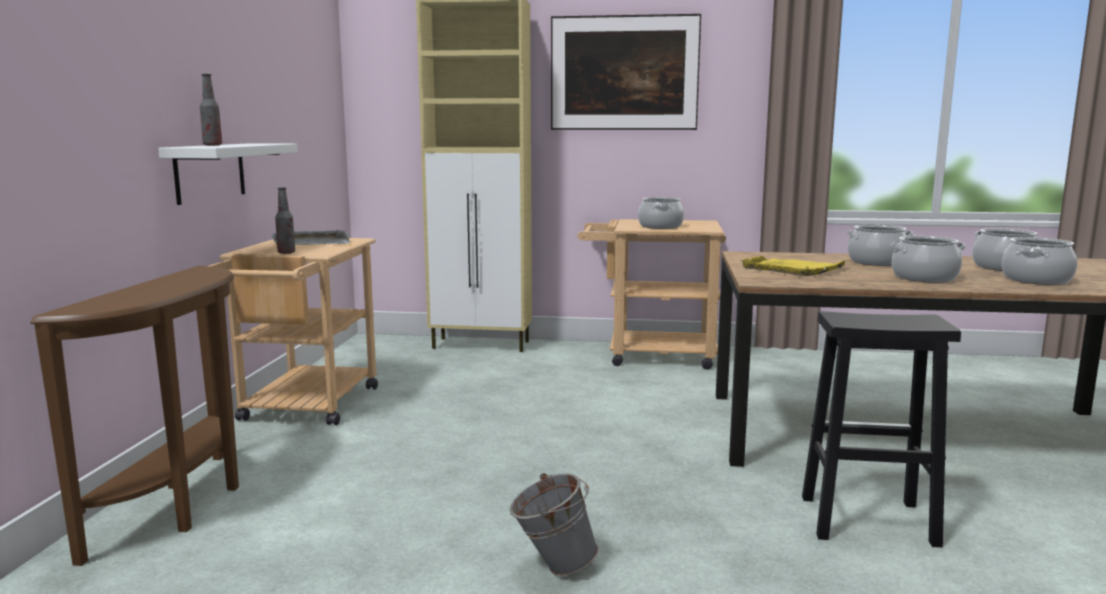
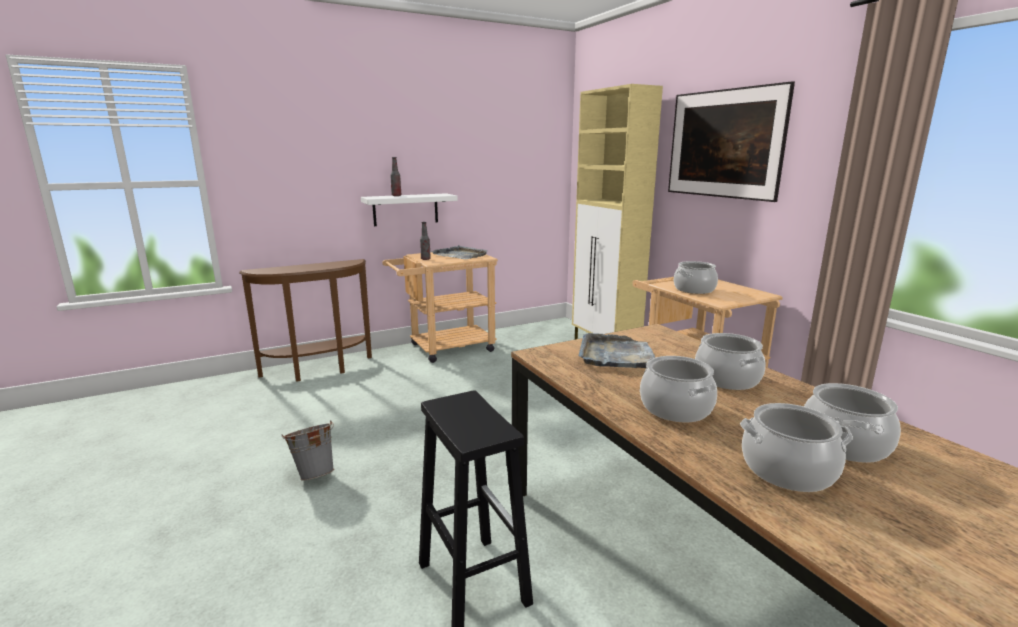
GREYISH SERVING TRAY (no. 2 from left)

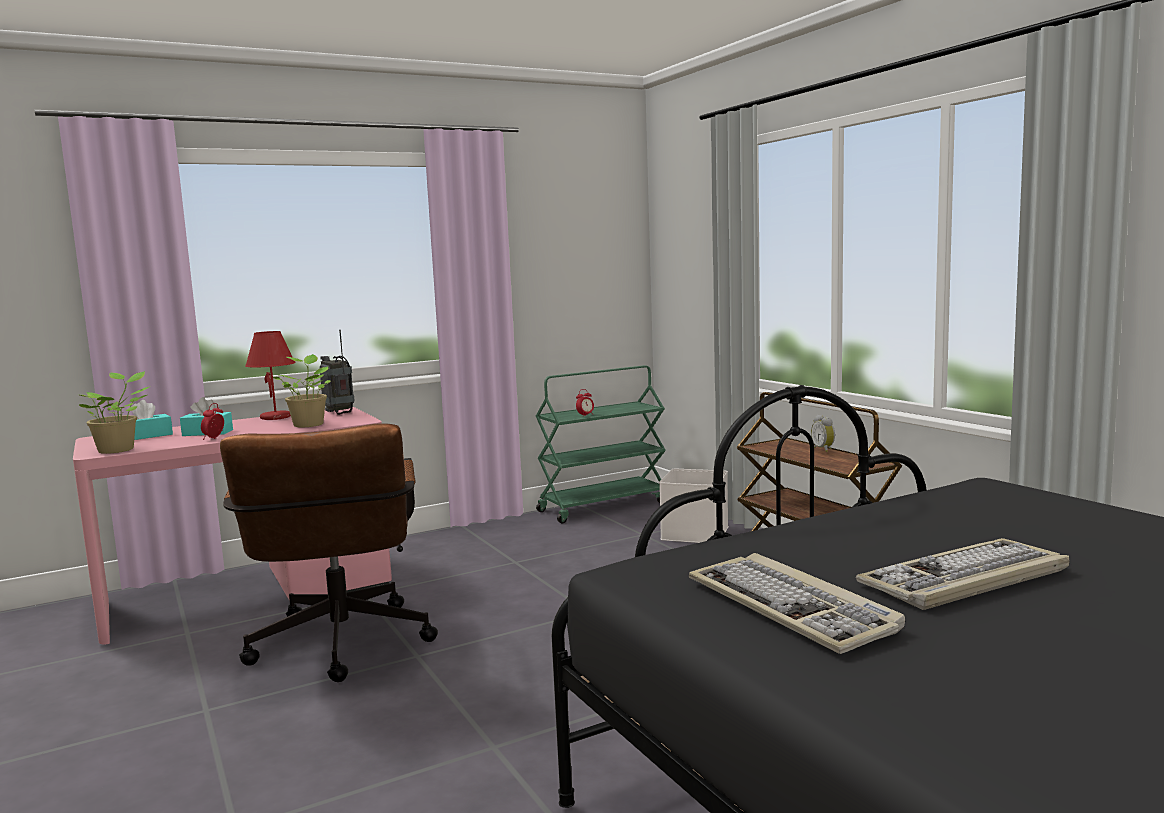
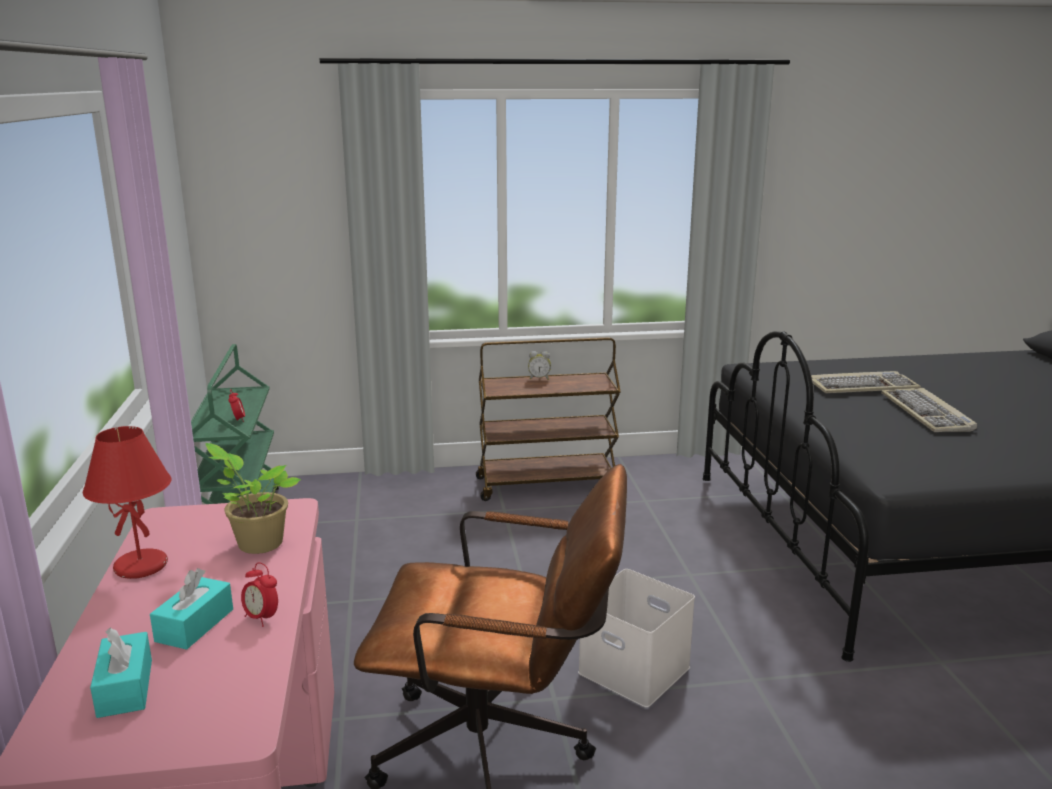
RADIO RECEIVER
HOUSEPLANT (no. 1 from left in the first image)
WHITE STORAGE BOX
COMPUTER KEYBOARD (no. 1 from left)

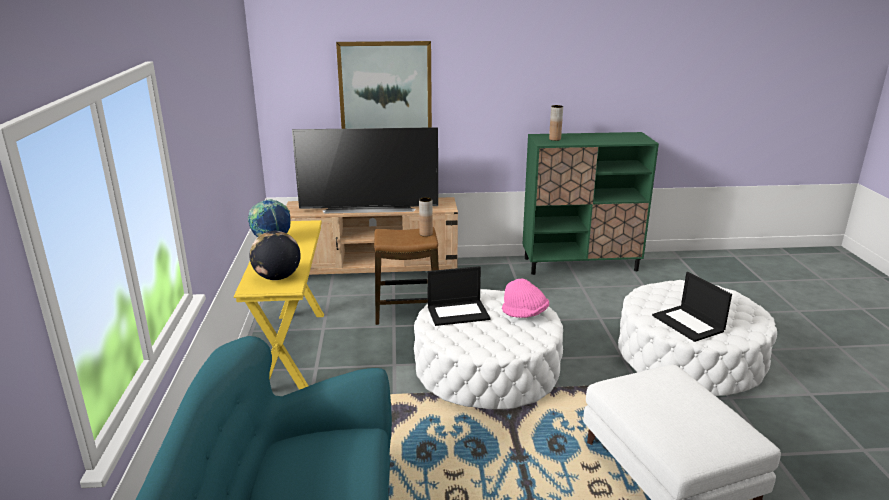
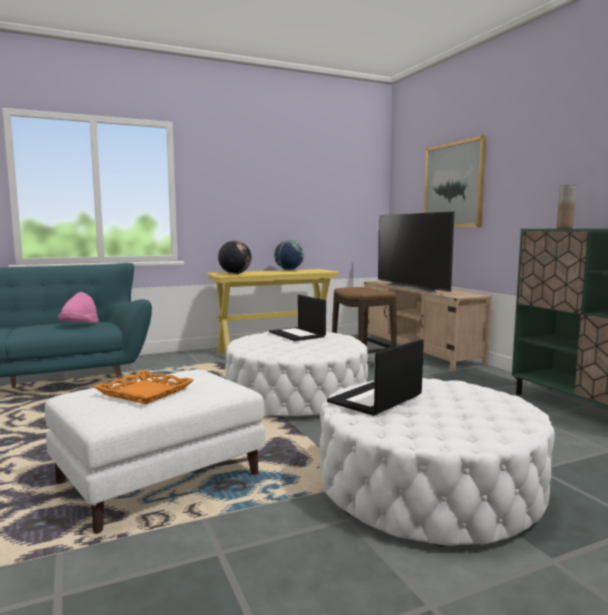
BROWN-COLOURED VASE (no. 1 from left in the first image)
PINKISH HAT
ORANGE SERVING TRAY

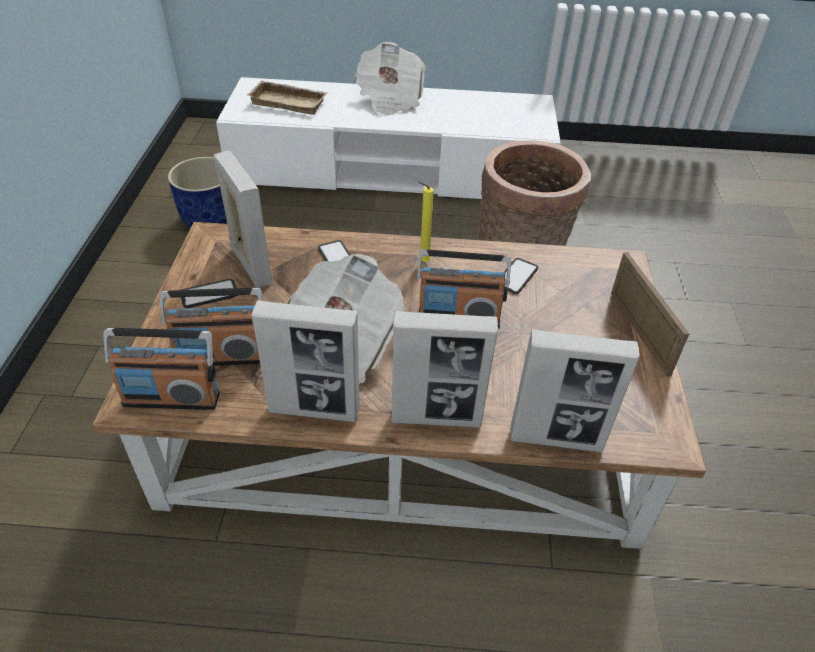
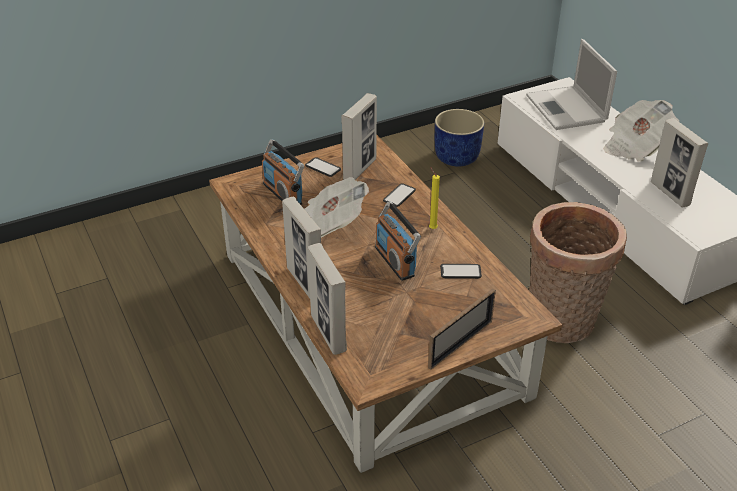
NOTEBOOK COMPUTER
STANDING FRAME (no. 5 from left)
RADIO RECEIVER (no. 1 from left in the first image)

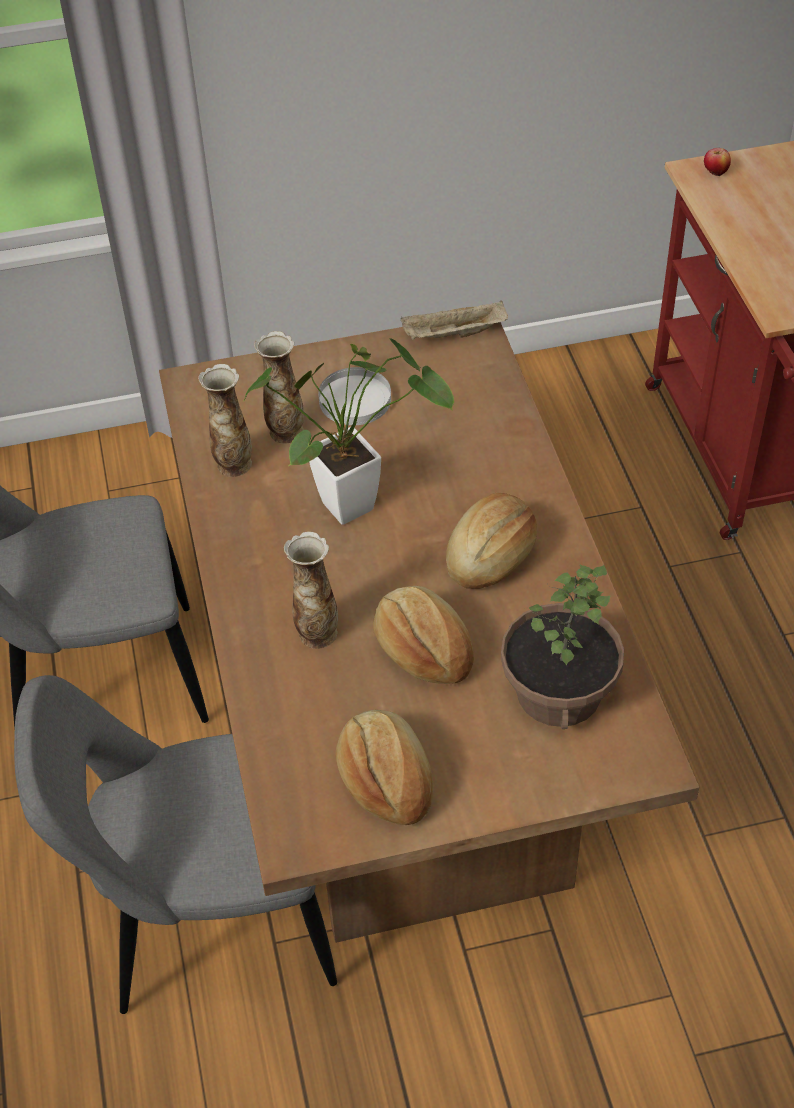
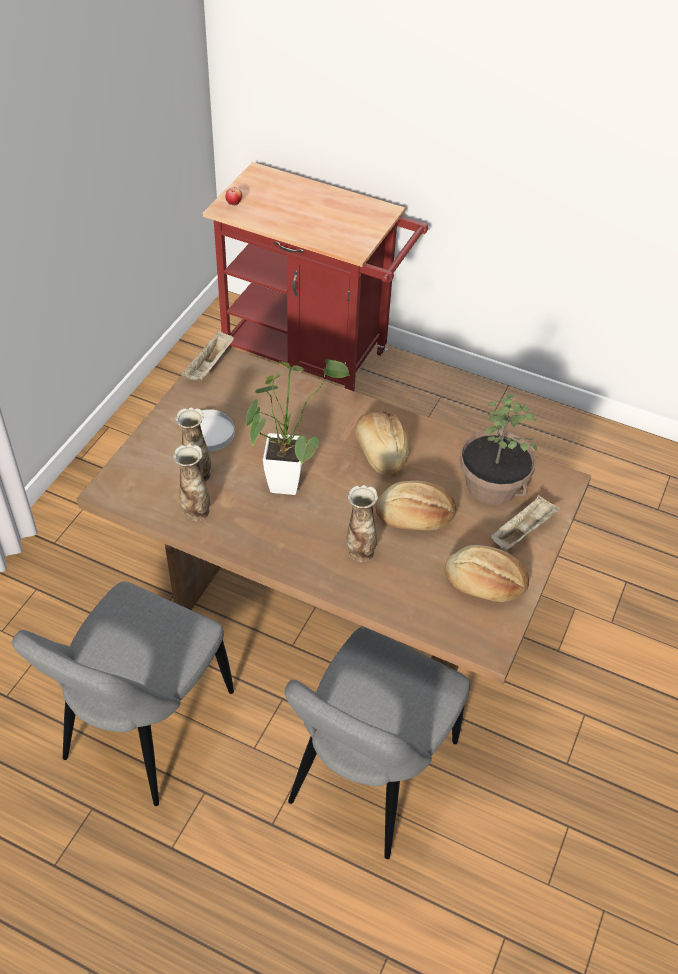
BEIGE-COLOURED SERVING TRAY (no. 2 from left)

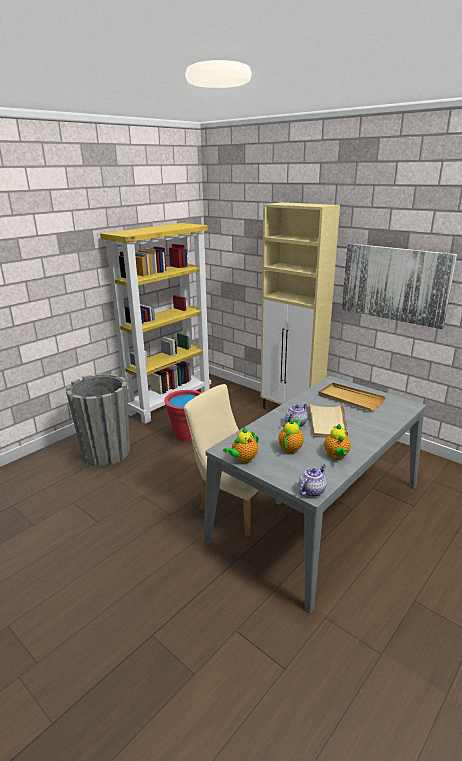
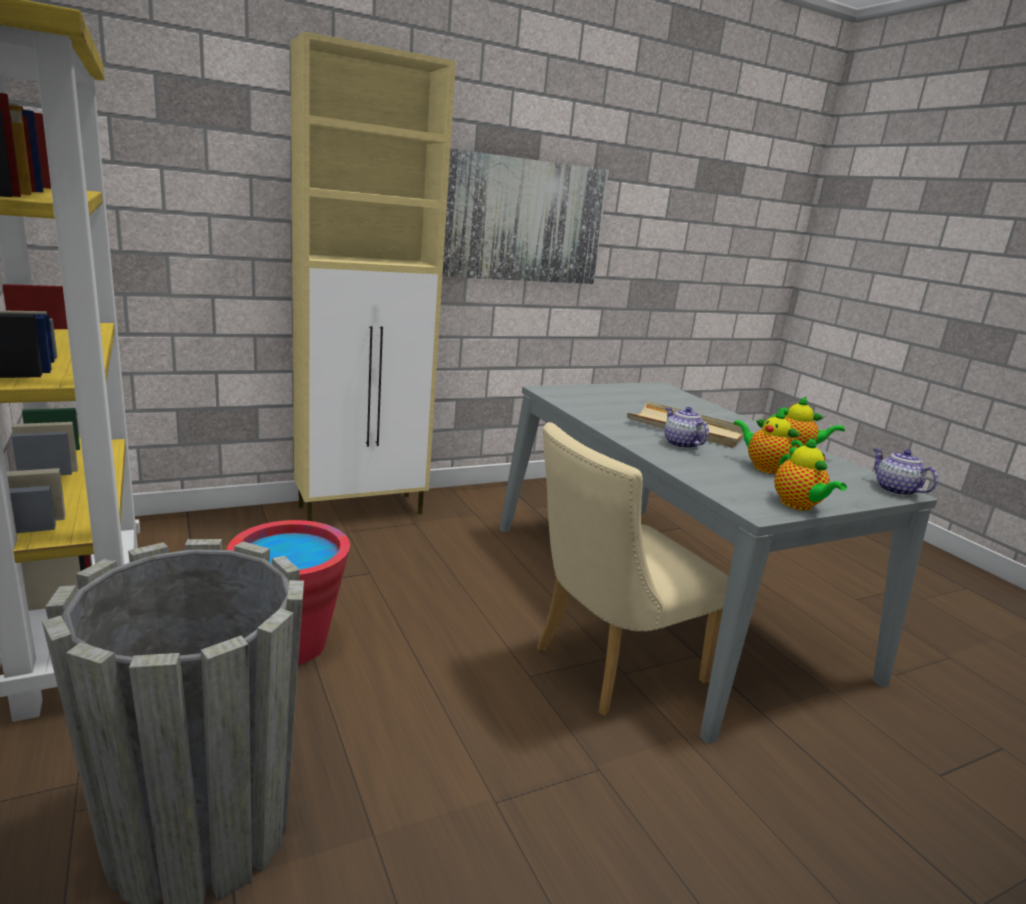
BEIGE-COLOURED SERVING TRAY (no. 2 from left in the first image)

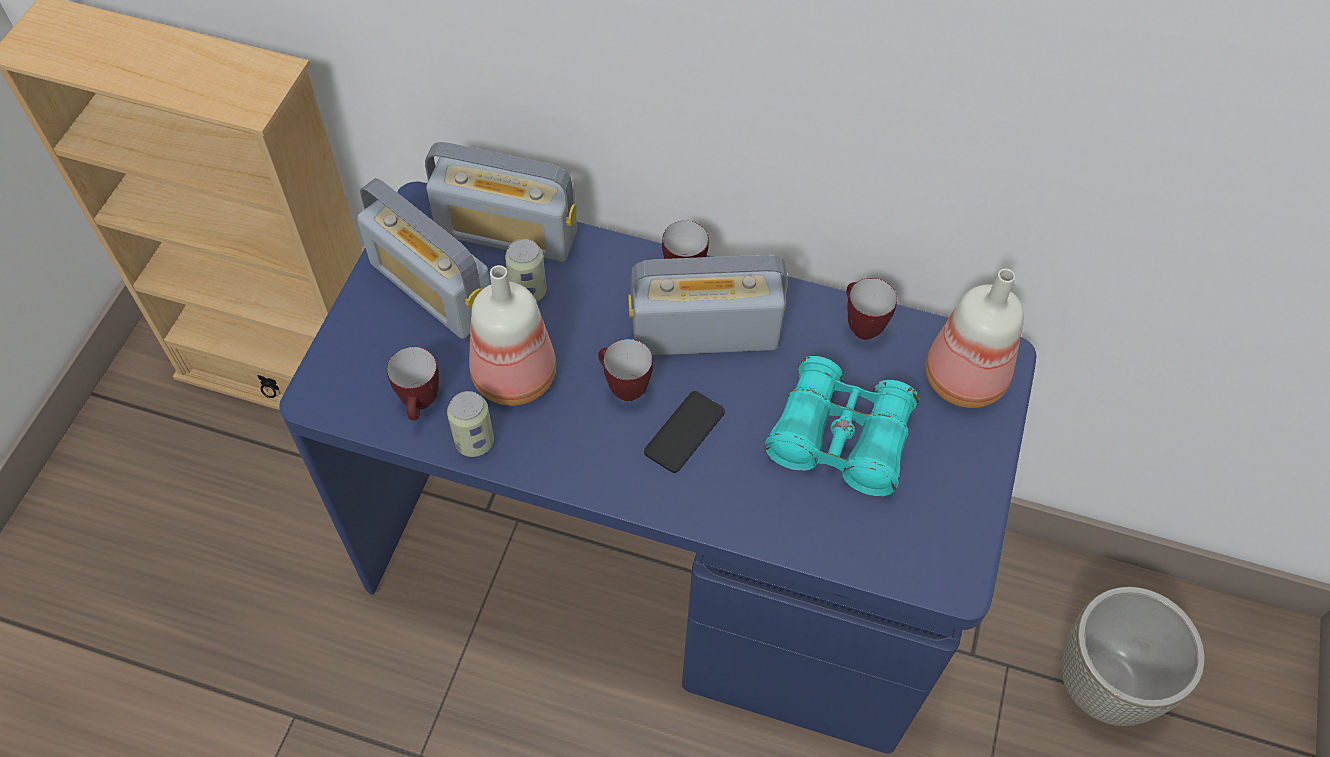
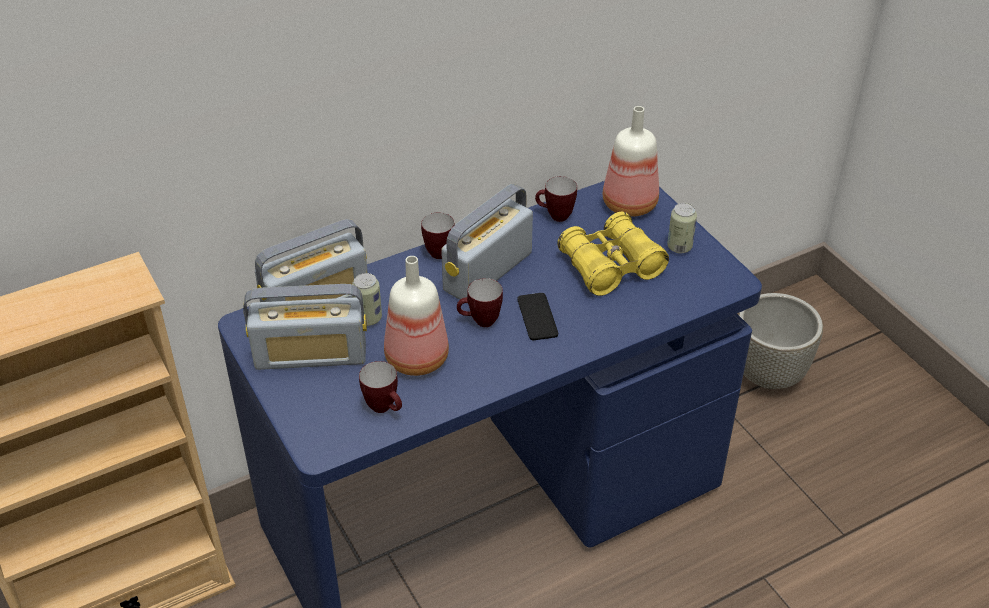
YELLOW BINOCULARS
METAL CAN (no. 2 from left)

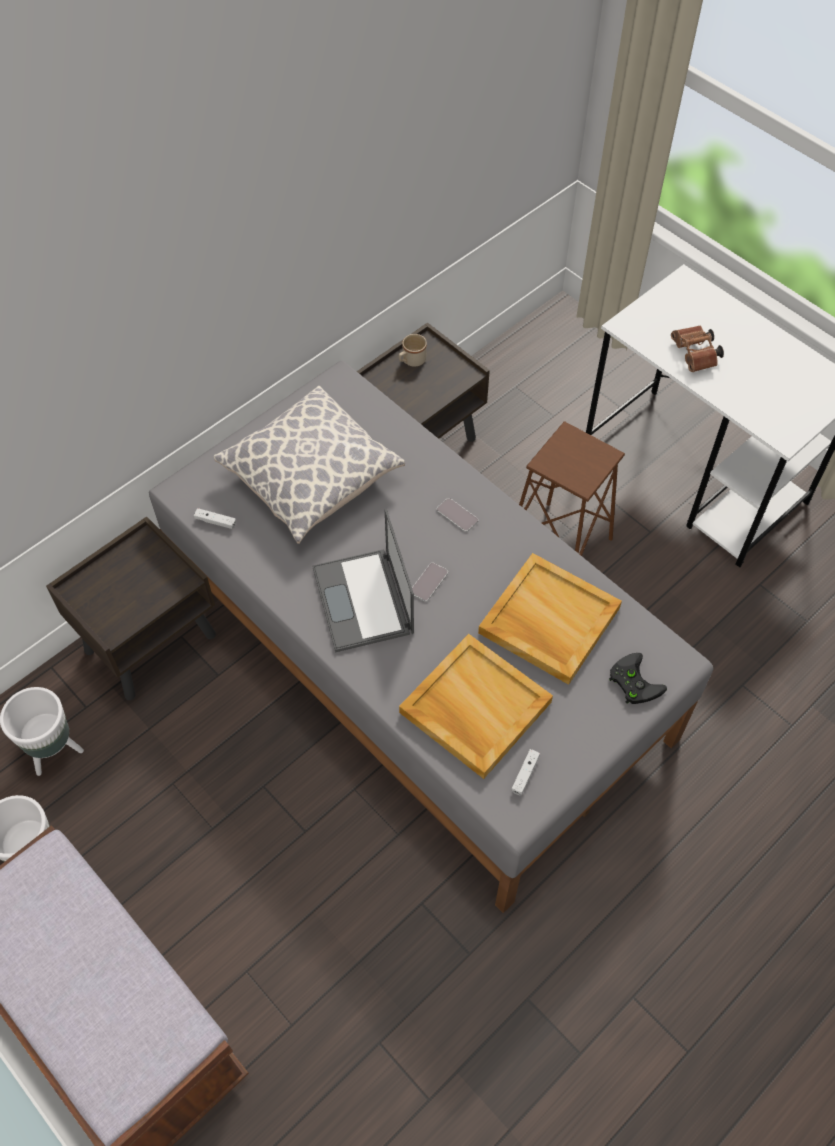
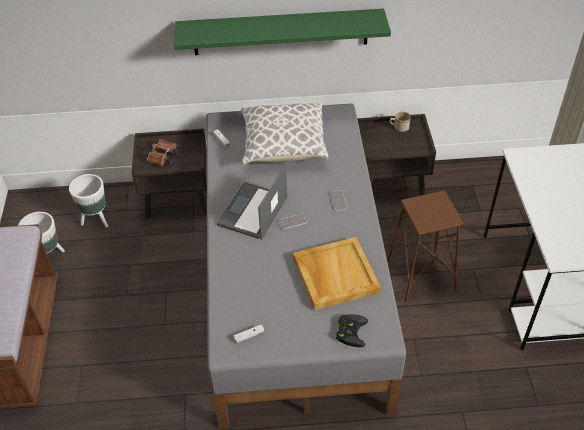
BROWN-COLOURED BINOCULARS
BEIGE-COLOURED SERVING TRAY (no. 1 from left in the first image)
GREENISH WALL SHELF

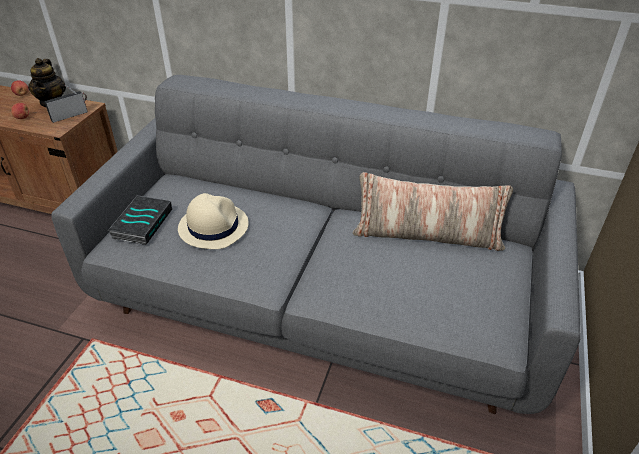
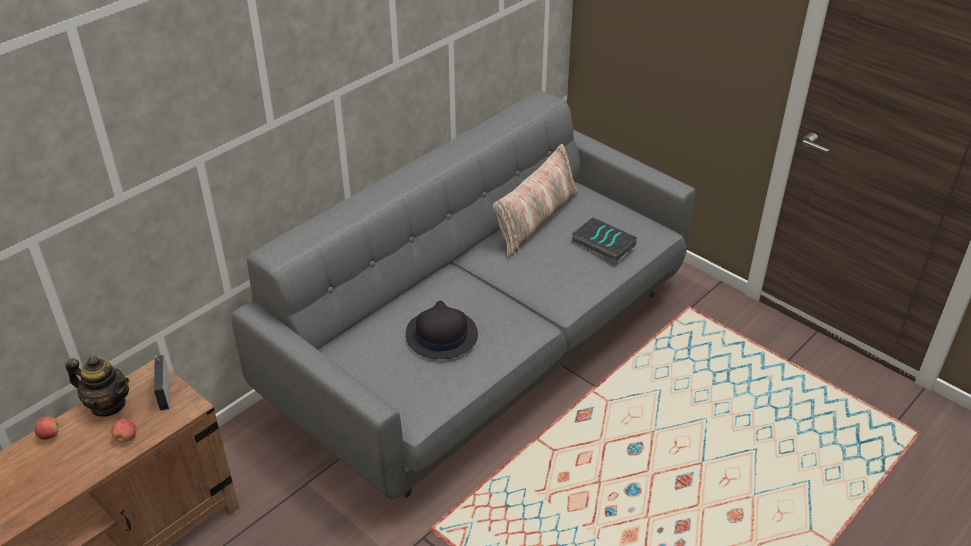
BLACK HAT
VOLUME

